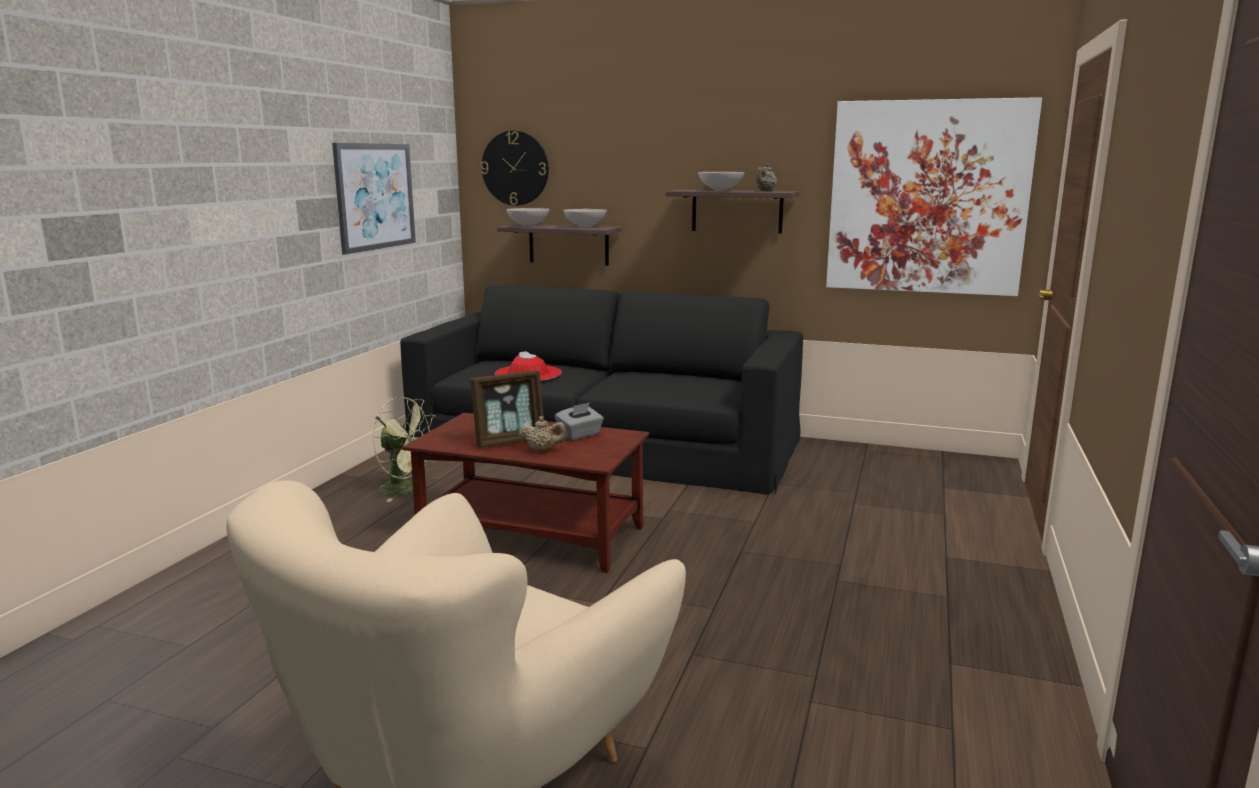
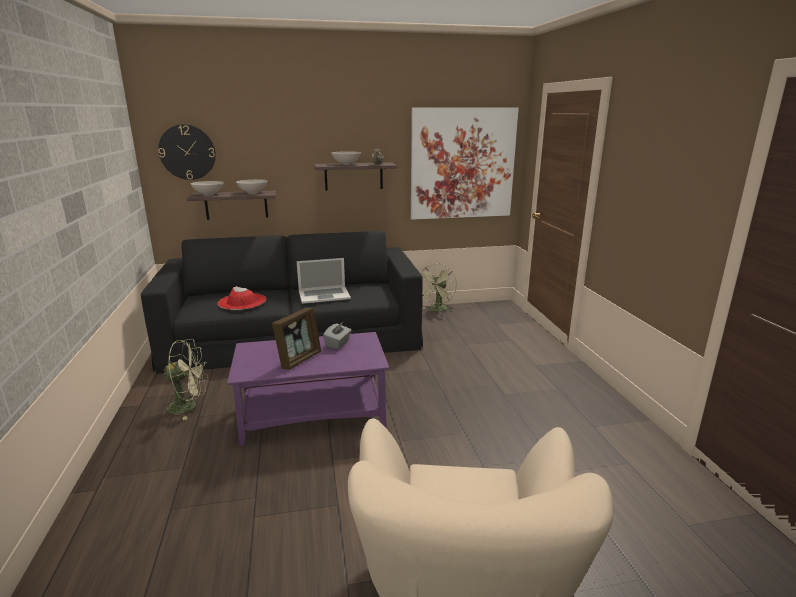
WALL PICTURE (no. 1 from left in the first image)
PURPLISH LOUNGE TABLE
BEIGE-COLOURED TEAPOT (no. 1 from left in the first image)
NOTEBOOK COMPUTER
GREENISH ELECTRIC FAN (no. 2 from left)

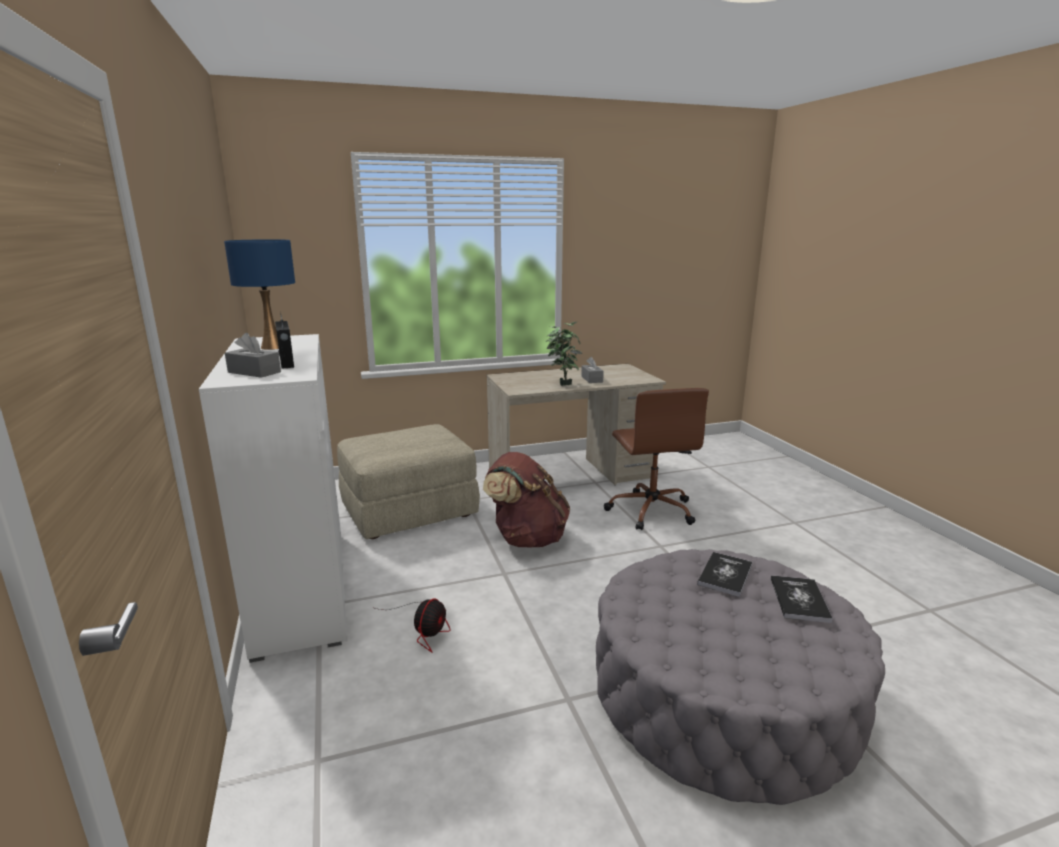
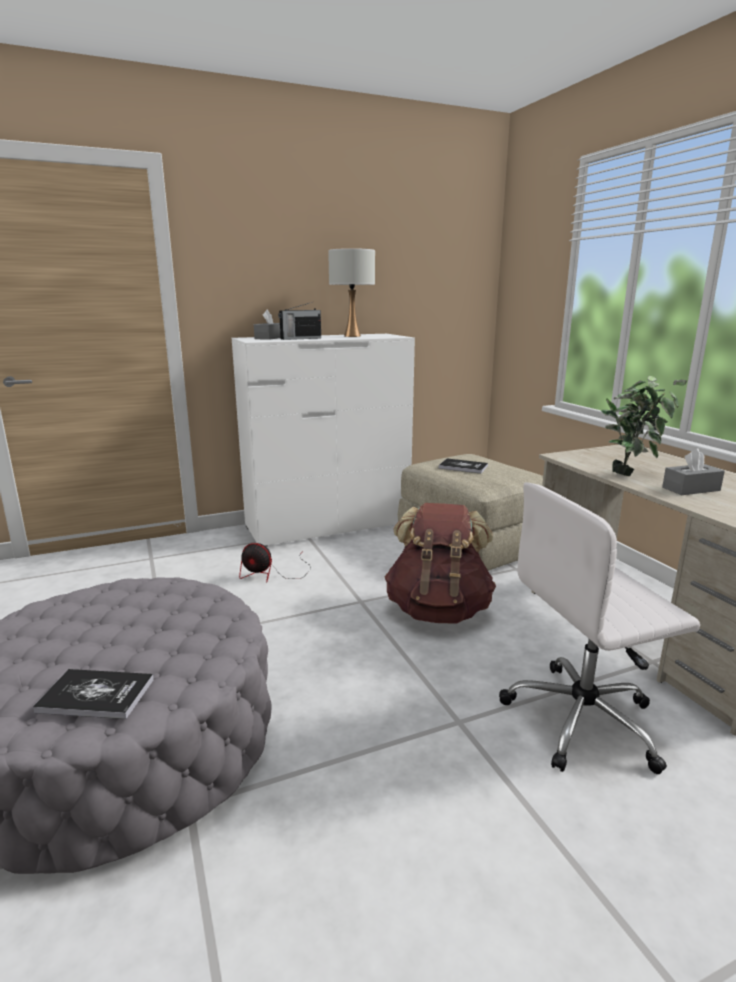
WHITE LAMP FOR A TABLE
WHITE OFFICE CHAIR
VOLUME (no. 2 from left)

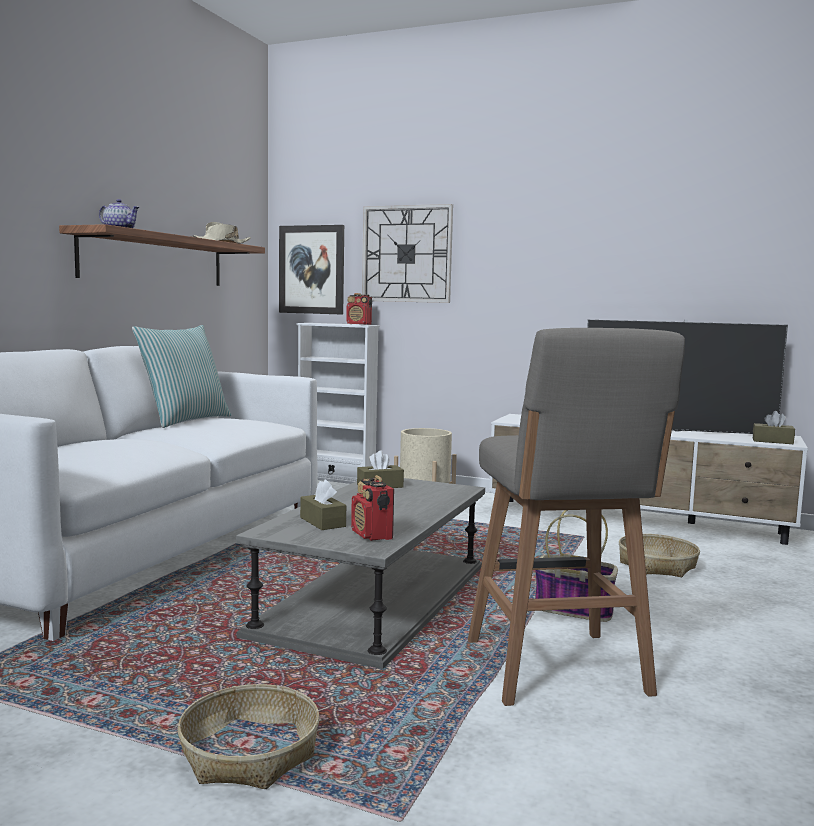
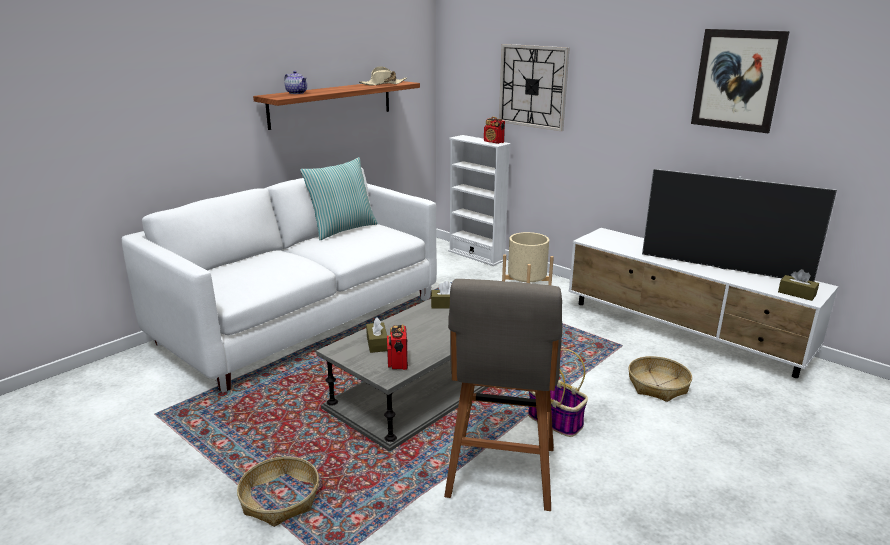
WALL PICTURE

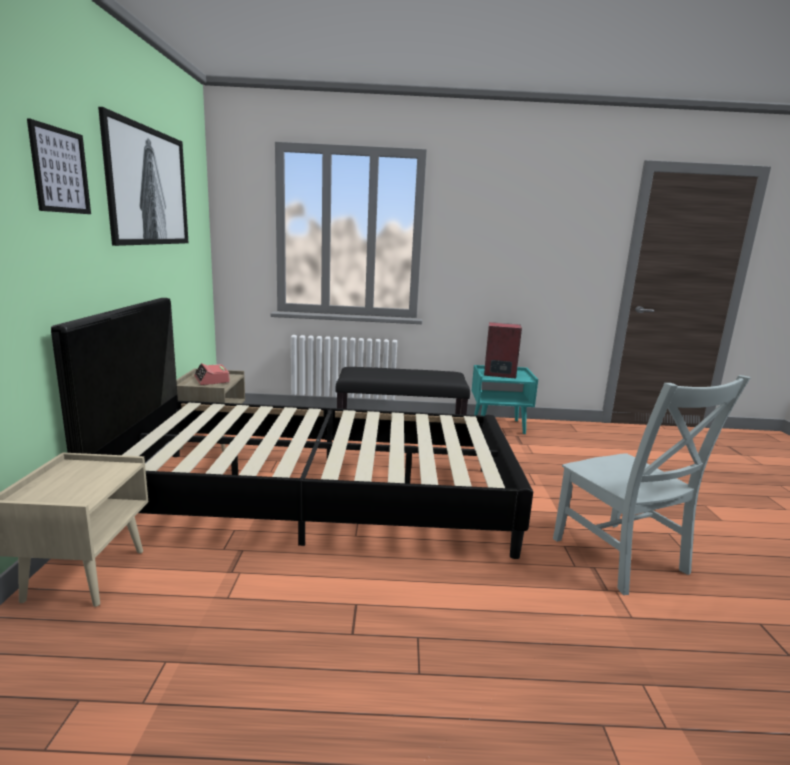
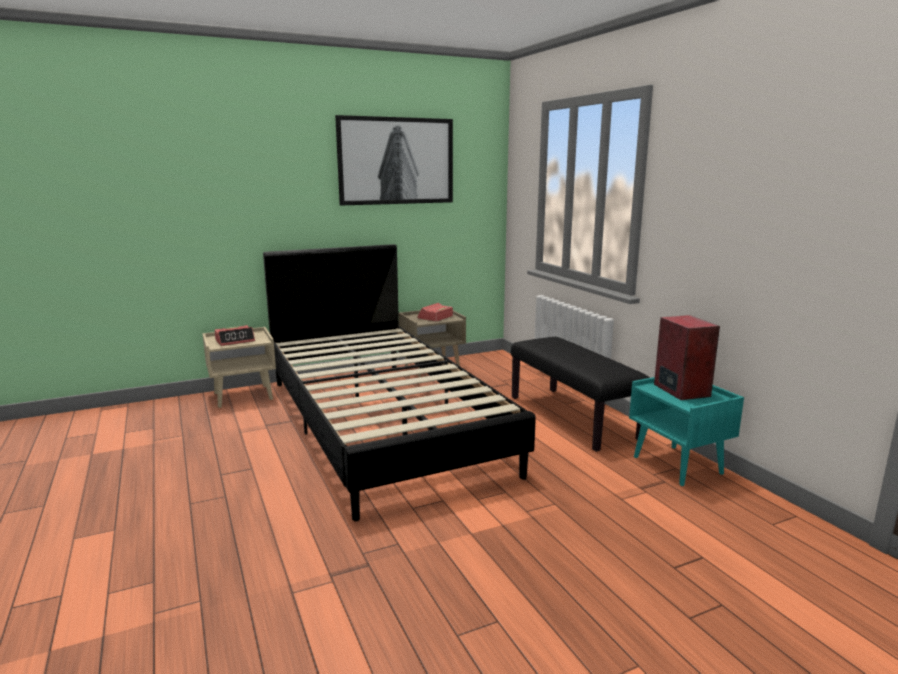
WALL PICTURE (no. 1 from left in the first image)
GREYISH PLAIN CHAIR
ALARM CLOCK (no. 1 from left)

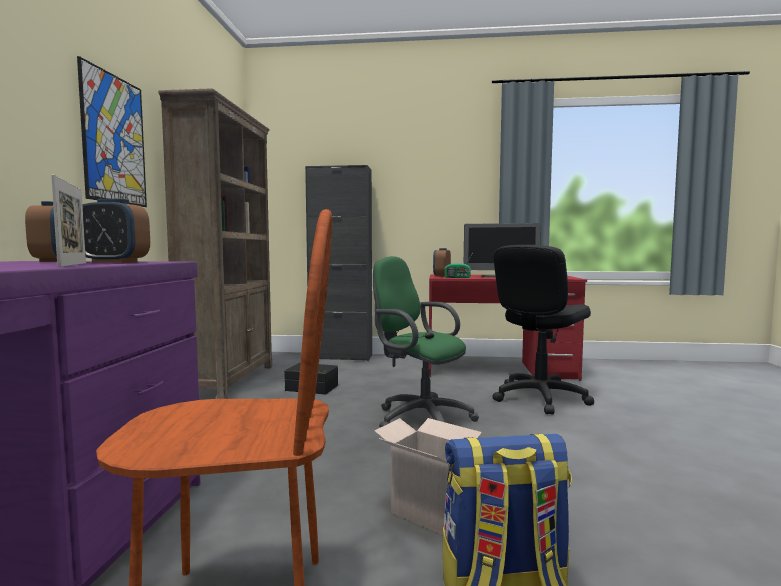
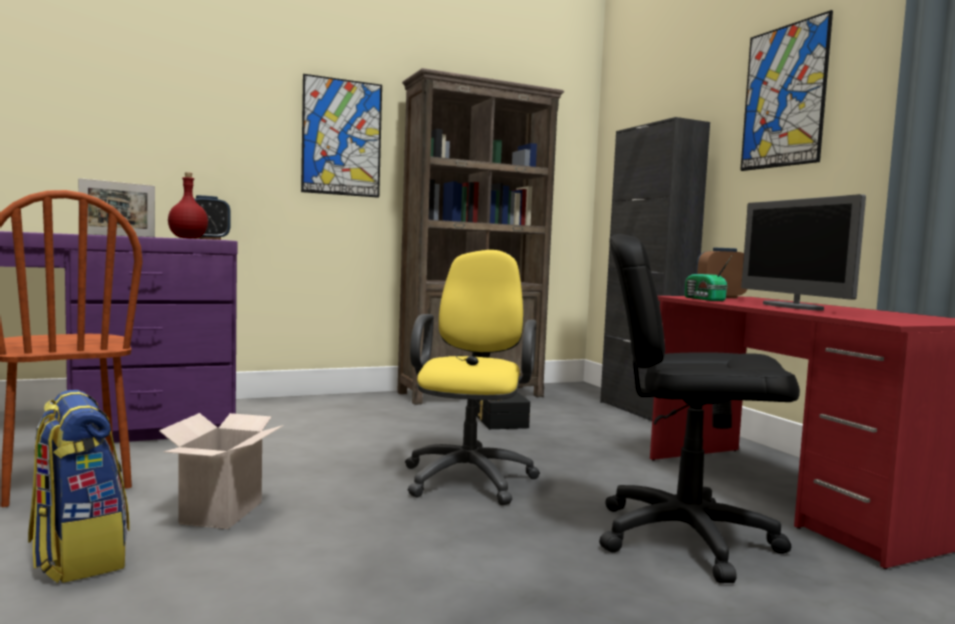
RED BEVERAGE BOTTLE
YELLOW OFFICE CHAIR
WALL PICTURE (no. 2 from left)

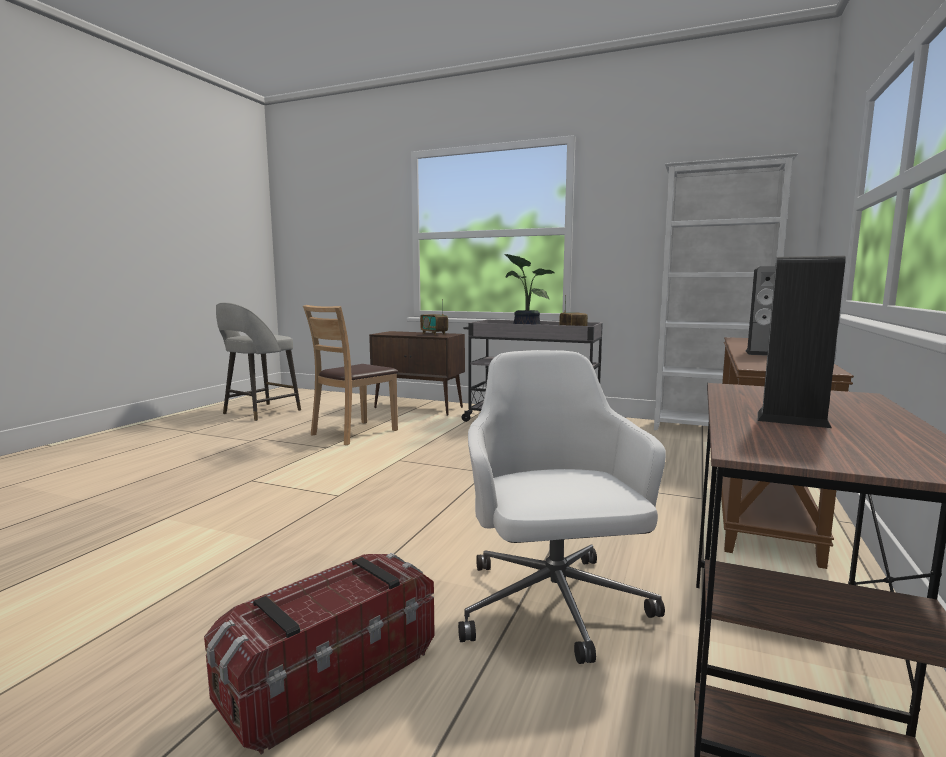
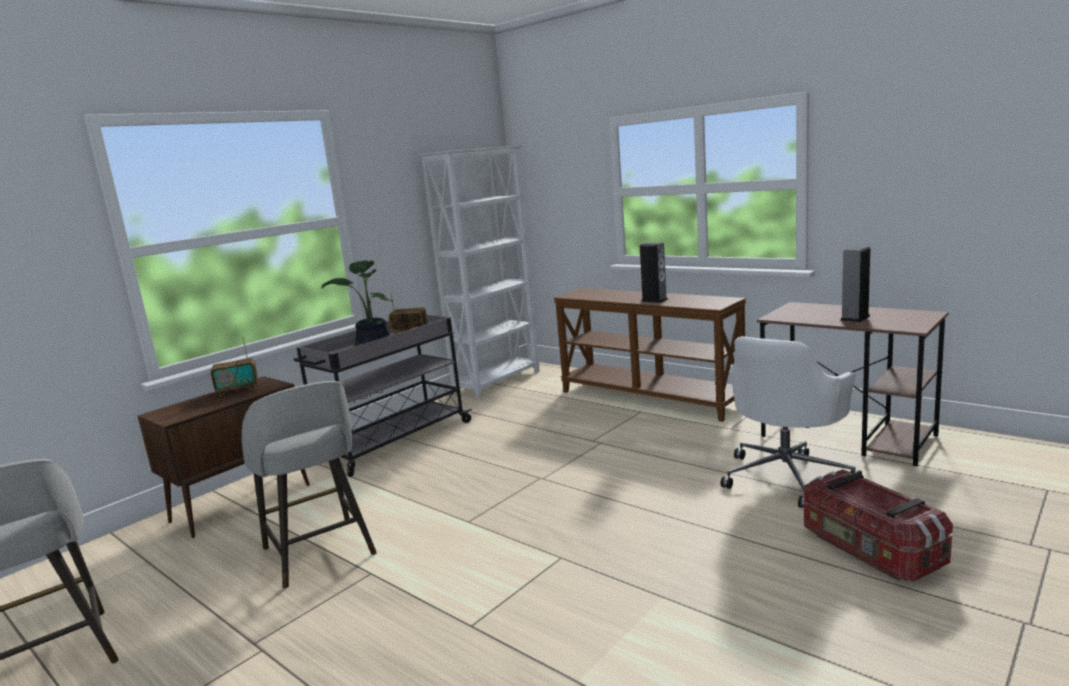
GREYISH STOOL (no. 2 from left)
WHITE OFFICE CHAIR

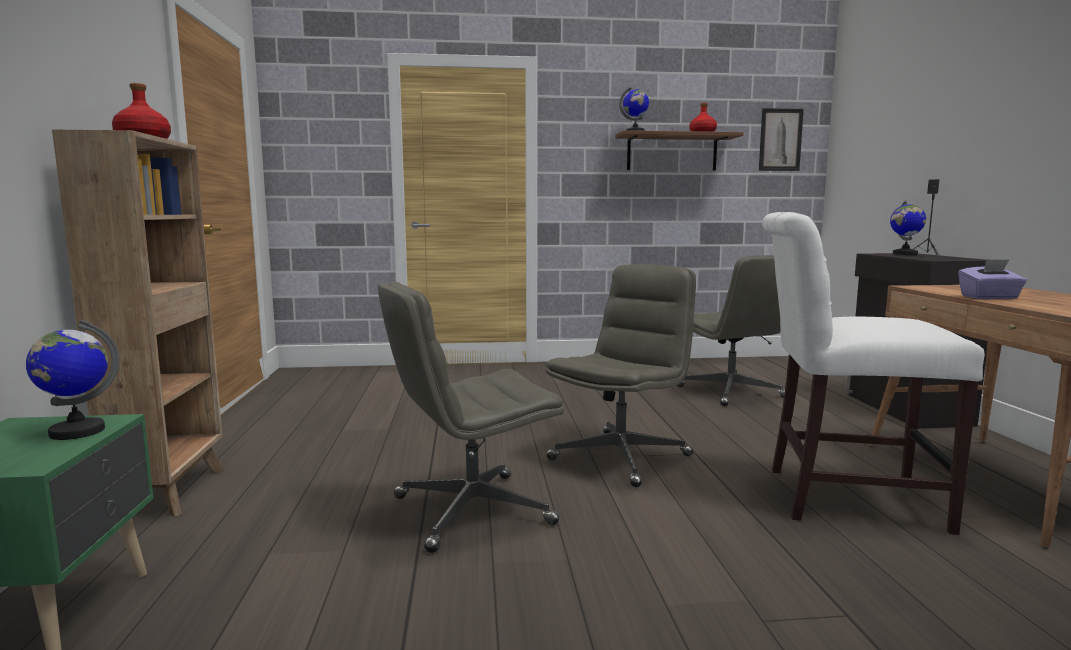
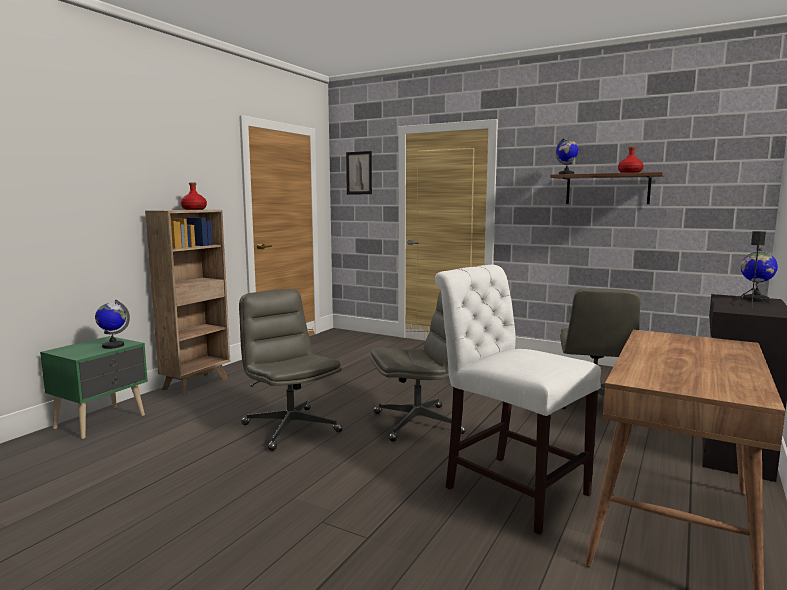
WALL PICTURE
PURPLISH TISSUE BOX
GREYISH OFFICE CHAIR (no. 1 from left)

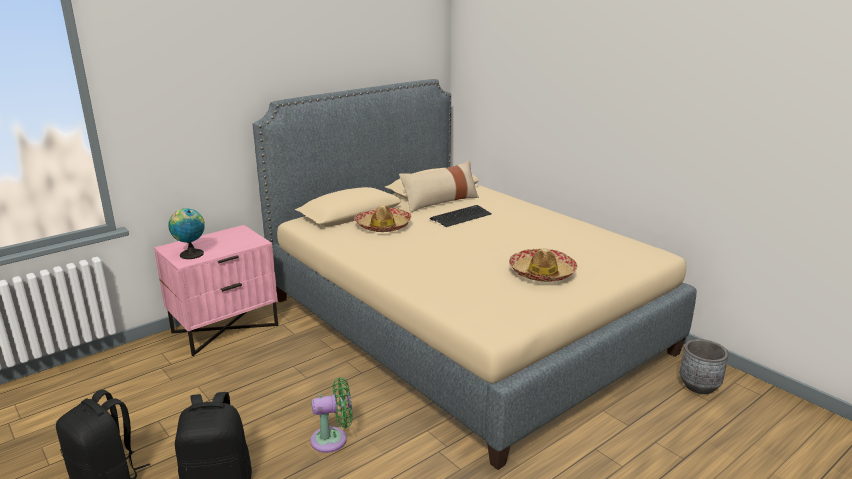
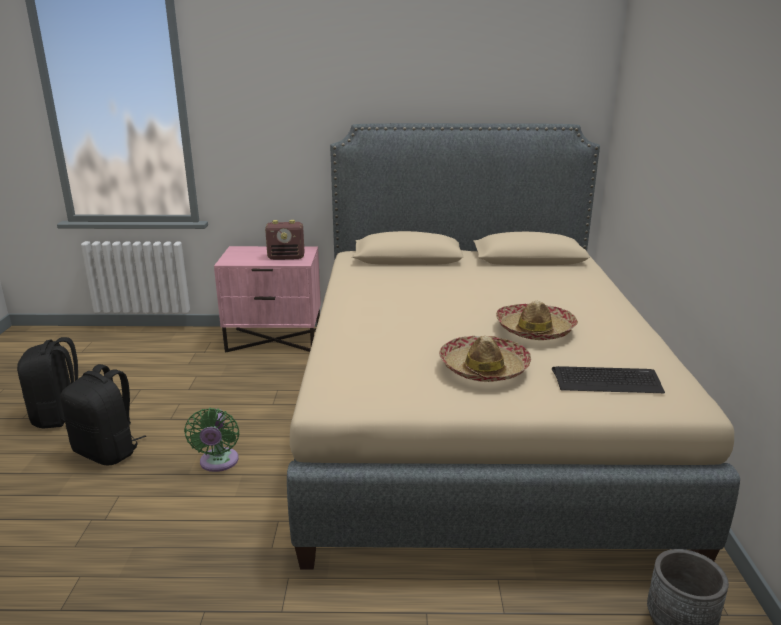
BEIGE-COLOURED THROW PILLOW
HAT (no. 2 from left)
COMPUTER KEYBOARD
GLOBE
GREENISH ELECTRIC FAN
RADIO RECEIVER

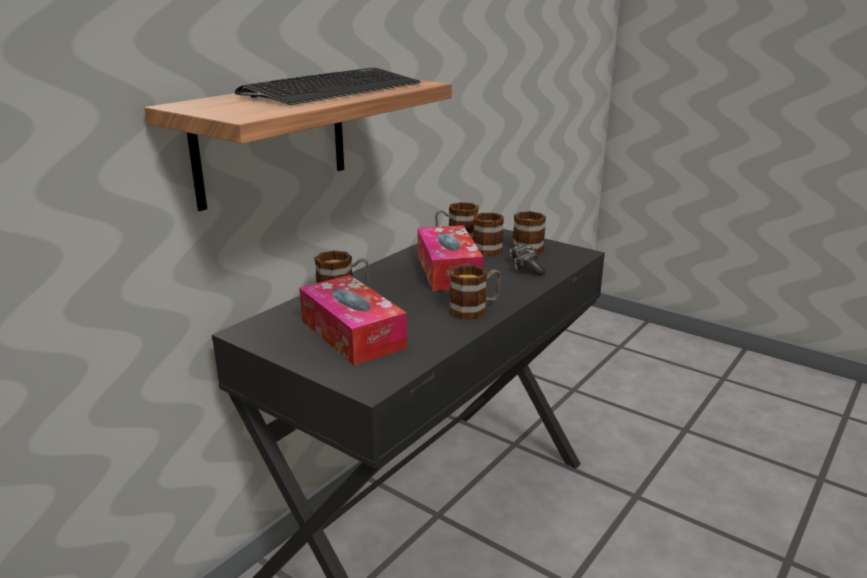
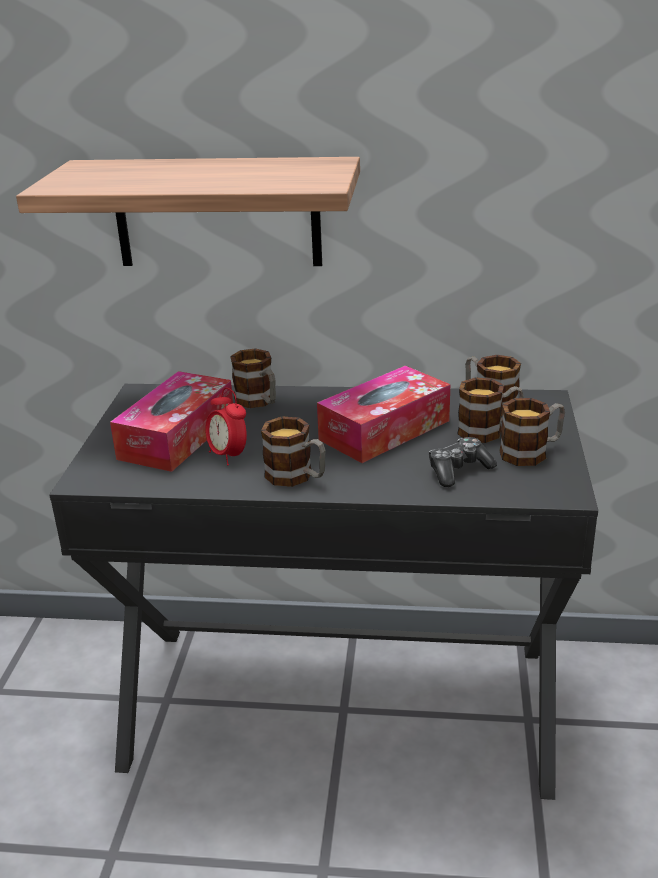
COMPUTER KEYBOARD
ALARM CLOCK

